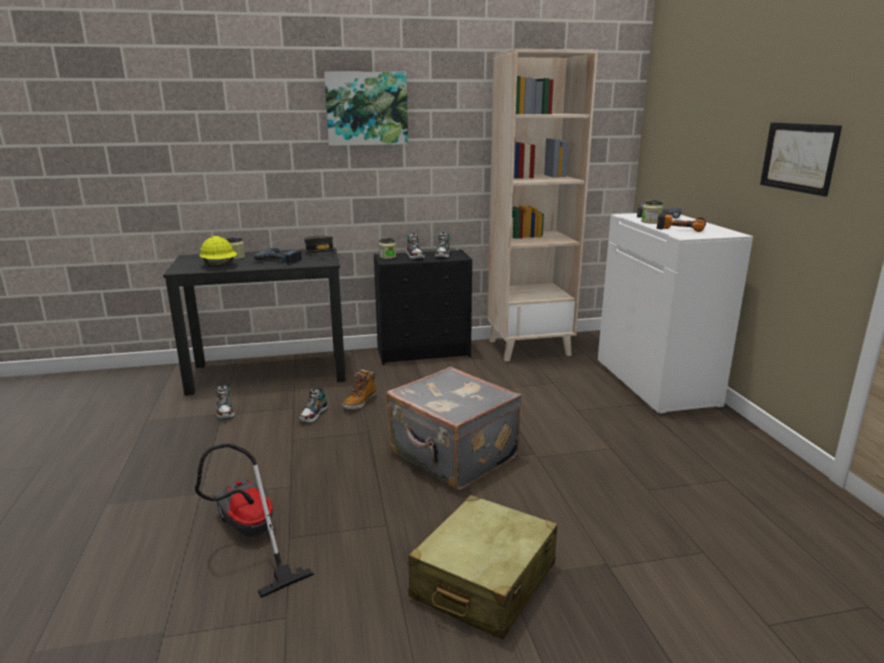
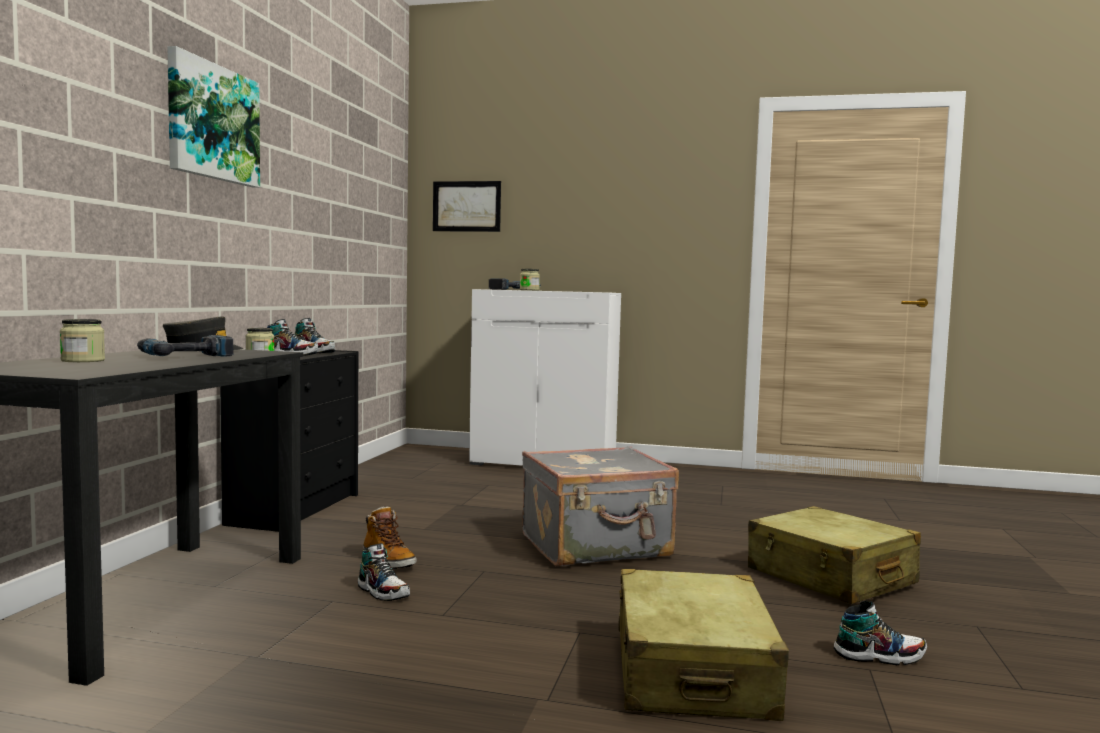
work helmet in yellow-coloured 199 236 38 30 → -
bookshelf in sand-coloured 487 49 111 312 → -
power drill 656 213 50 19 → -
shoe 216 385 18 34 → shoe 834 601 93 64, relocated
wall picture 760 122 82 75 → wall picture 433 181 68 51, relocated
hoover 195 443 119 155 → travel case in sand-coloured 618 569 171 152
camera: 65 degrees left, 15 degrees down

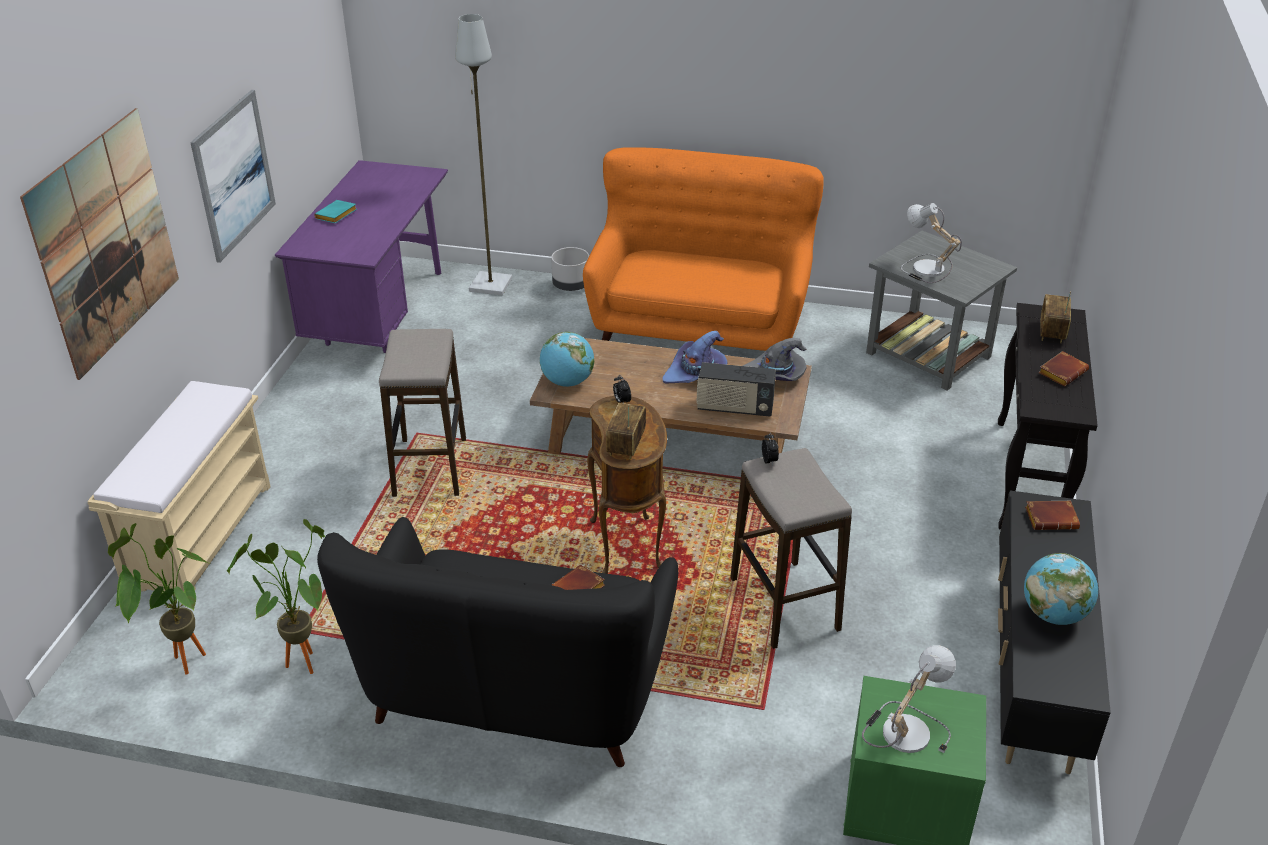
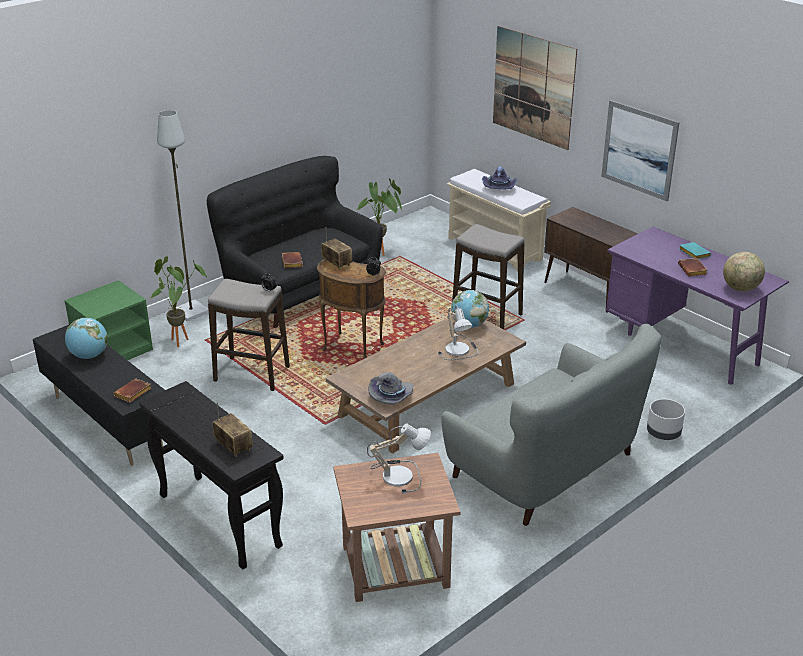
radio set 696 362 80 54 → -
- → storage cabinet in brown-coloured 544 207 94 106
- → desk globe 723 252 42 39
potted plant 108 523 102 152 → potted plant 151 256 56 91, relocated
standard lamp in greyish 455 14 57 282 → standard lamp in greyish 157 110 52 211, relocated
wearable hat in purple 662 331 65 53 → wearable hat in purple 482 167 35 23, relocated
lamp for a table 862 645 94 108 → lamp for a table 438 305 40 55, relocated
bound book in brown-coloured 1038 351 51 36 → bound book in brown-coloured 678 258 30 19, relocated
sofa in orangey 583 147 241 204 → sofa in greyish 441 324 220 202
side table in greyish 866 230 151 161 → side table in brown-coloured 333 453 127 149
camera: 125 degrees right, 5 degrees down

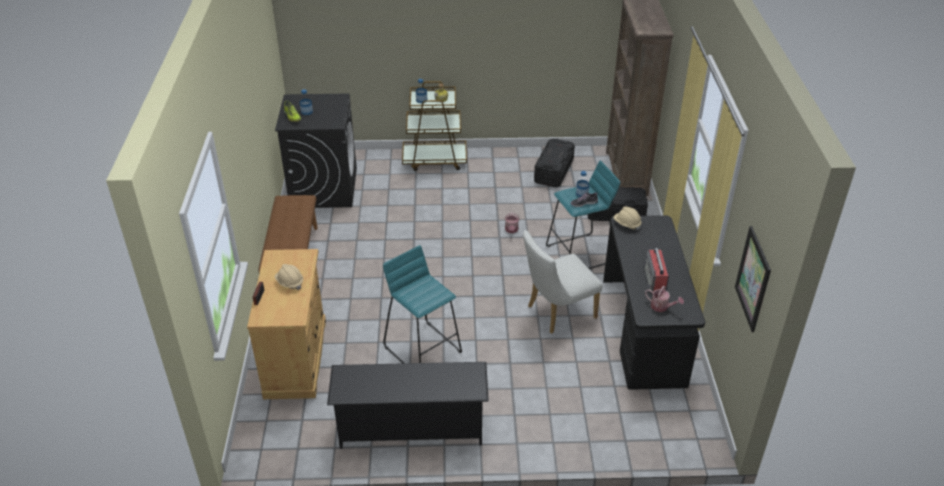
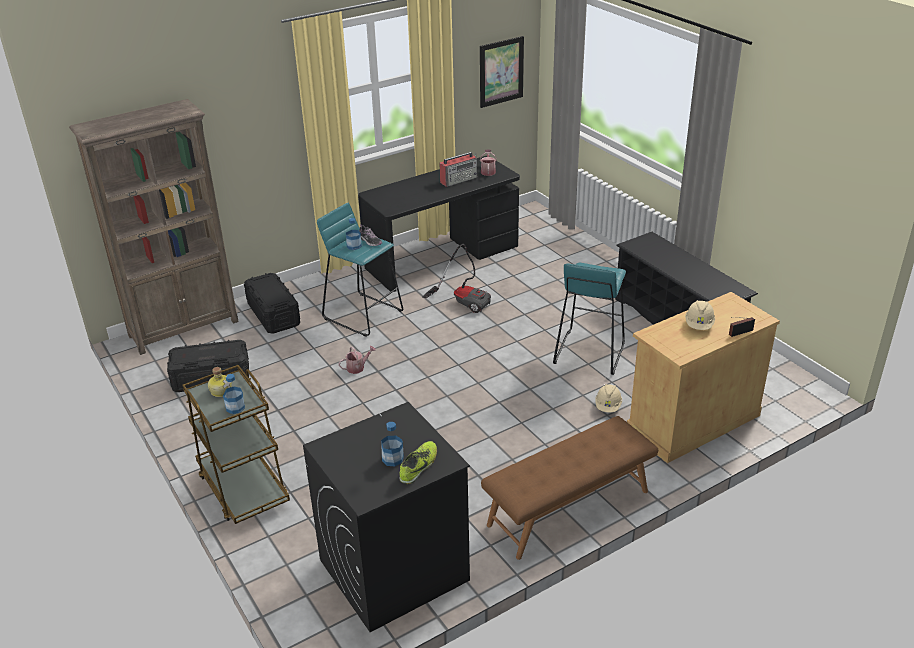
work helmet in sand-coloured 613 207 28 23 → work helmet in sand-coloured 595 384 27 29, relocated
plain chair in white 523 230 80 103 → hoover 423 244 68 69
camera: 120 degrees left, 5 degrees down

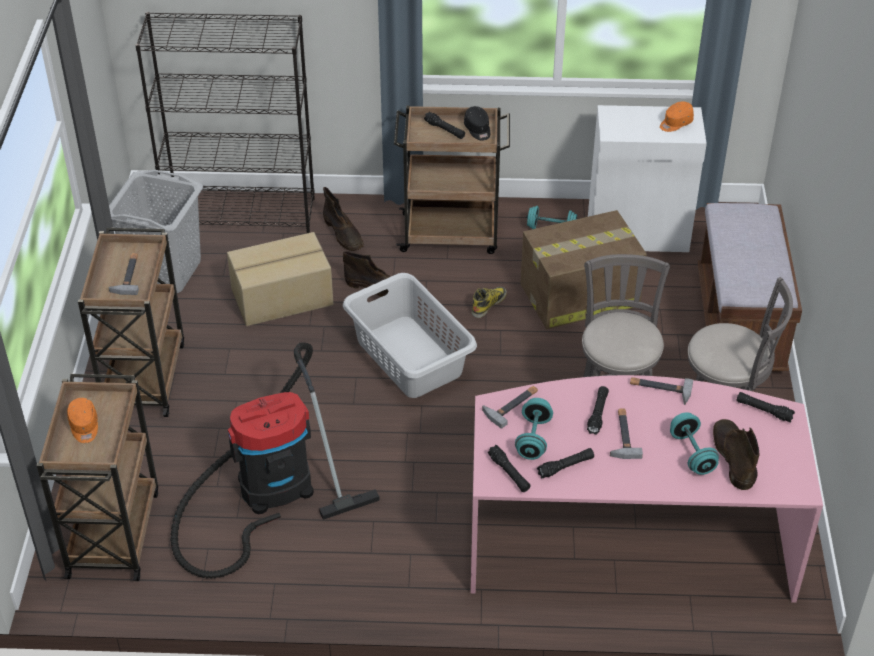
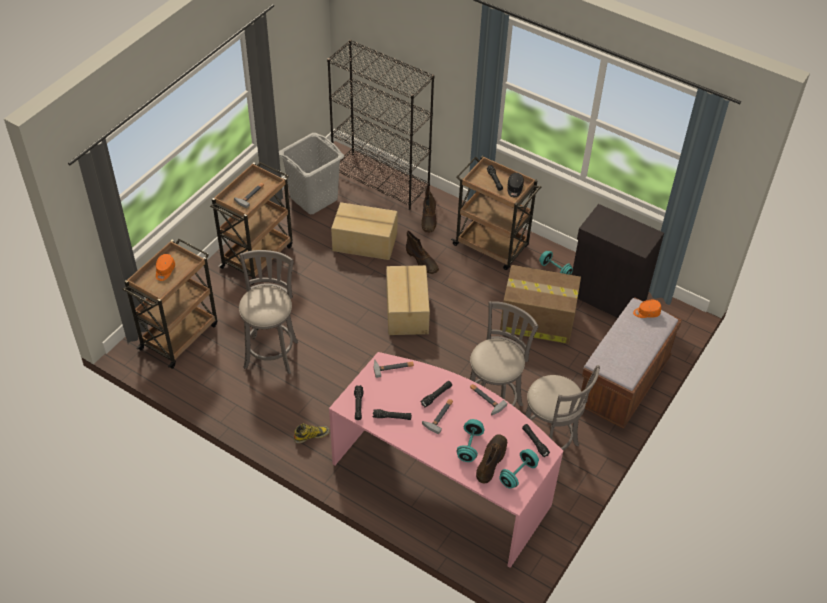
high-top boot 472 287 35 31 → high-top boot 294 423 36 20, relocated
dumbbell in blue-green 515 398 38 62 → dumbbell in blue-green 499 449 40 40, relocated
baseball cap in orangey 660 101 34 31 → baseball cap in orangey 633 300 28 18, relocated
hoover 170 343 210 236 → sitting stool in greyish 239 250 60 124
hamper in greyish 343 273 134 125 → carton 386 265 44 70
storage cabinet in white 588 105 119 147 → storage cabinet in black 572 204 92 114
camera: 30 degrees right, 5 degrees up

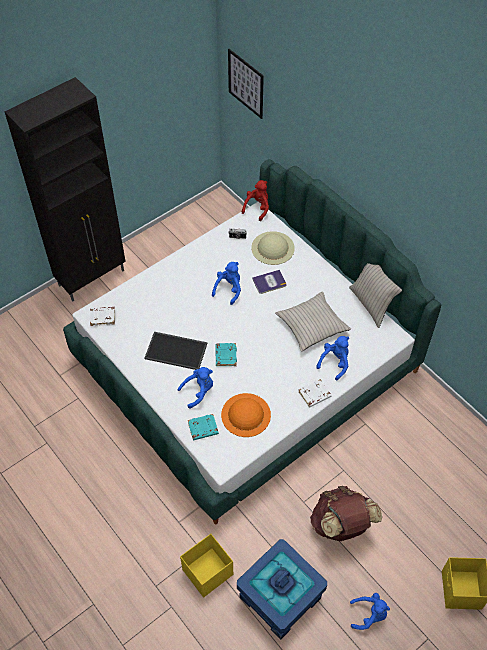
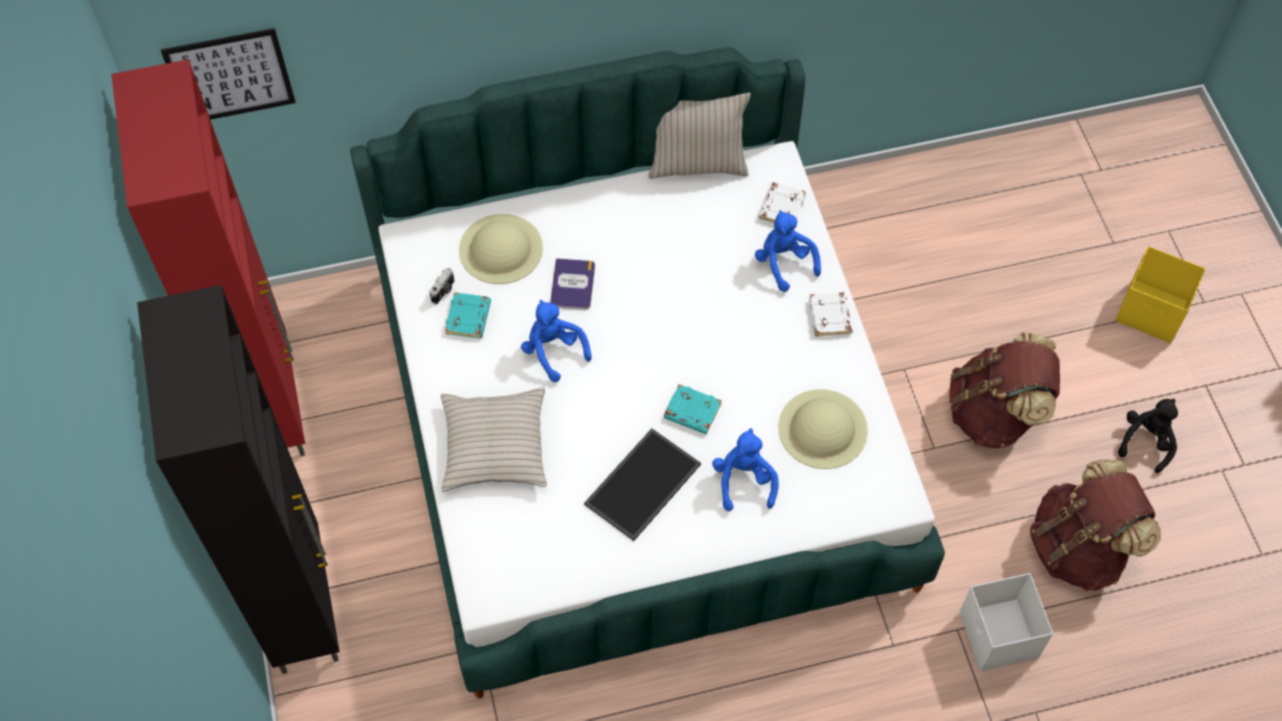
cuddly toy in reddish 242 180 27 41 → -
- → storage cabinet in reddish 111 59 194 397
bound book in white 90 306 25 20 → bound book in white 759 182 47 41, relocated
bound book in blue-green 188 414 31 27 → bound book in blue-green 445 292 46 46, relocated
cushion in sand-coloured 275 291 76 61 → cushion in sand-coloured 441 387 106 104, relocated
storage box in bluish 237 539 90 101 → rucksack in brown-coloured 1030 460 131 131
storage box in yellow-coloured 180 534 53 64 → storage box in white 960 573 93 98
wearable hat in orangey 221 393 50 44 → wearable hat in sand-coloured 778 389 90 80
cuddly toy in bluish 350 593 40 37 → cuddly toy in black 1118 399 60 74
camera: 65 degrees left, 5 degrees up

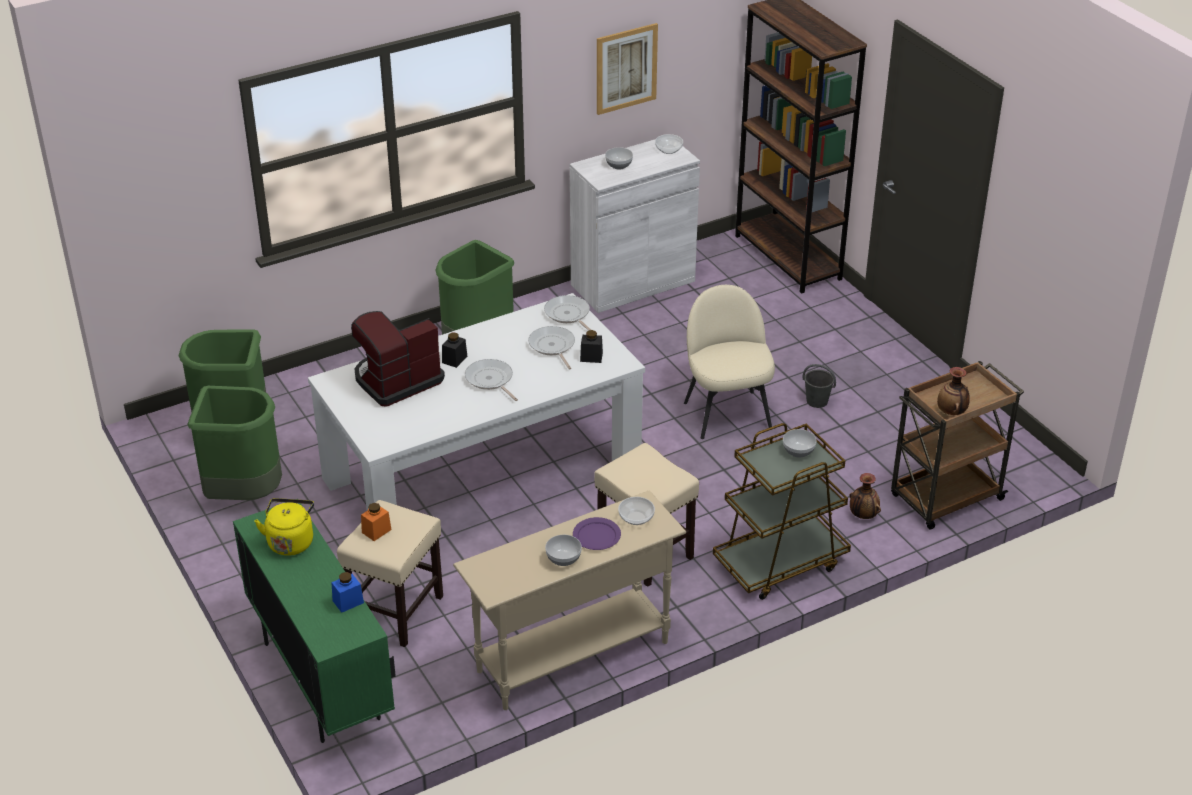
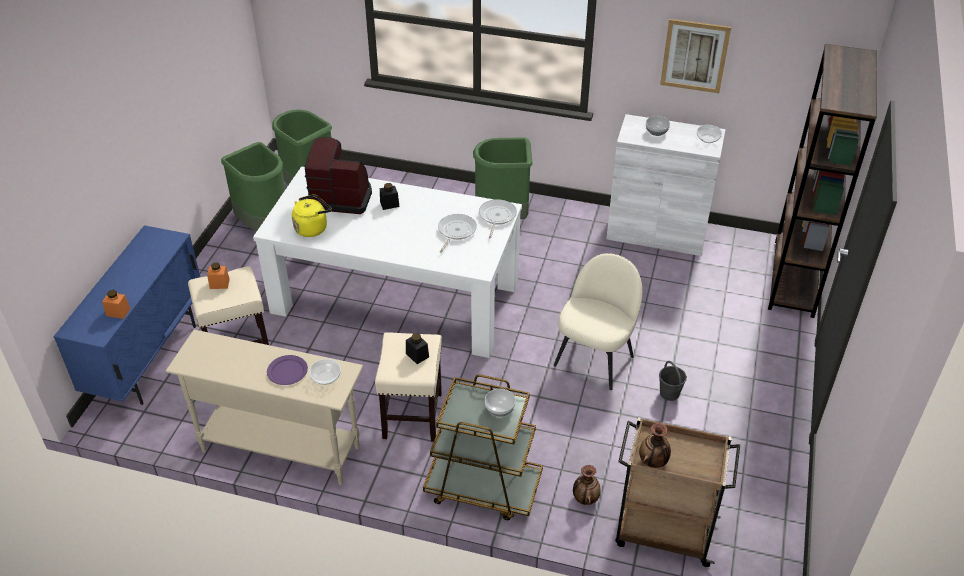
skillet 465 359 53 42 → -
deep dish 545 535 37 31 → -
water kettle in yellow-coloured 254 498 60 58 → water kettle in yellow-coloured 292 194 40 43, relocated
jar in black 580 330 23 33 → jar in black 406 333 23 31, relocated
storage cabinet in greenish 233 499 163 244 → storage cabinet in bluish 53 225 147 180
jar in bluish 331 572 33 41 → jar in orangey 102 290 28 29
camera: 45 degrees right, 5 degrees up

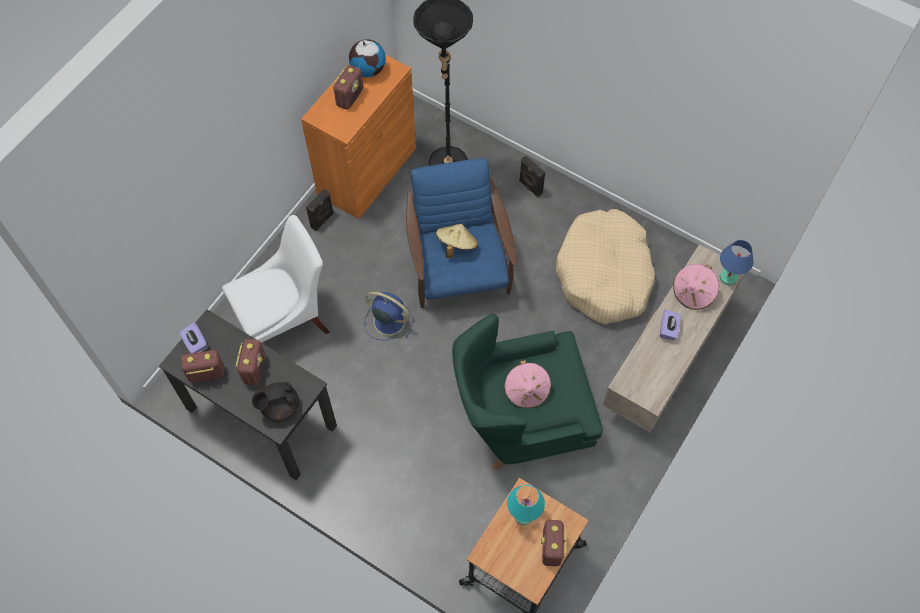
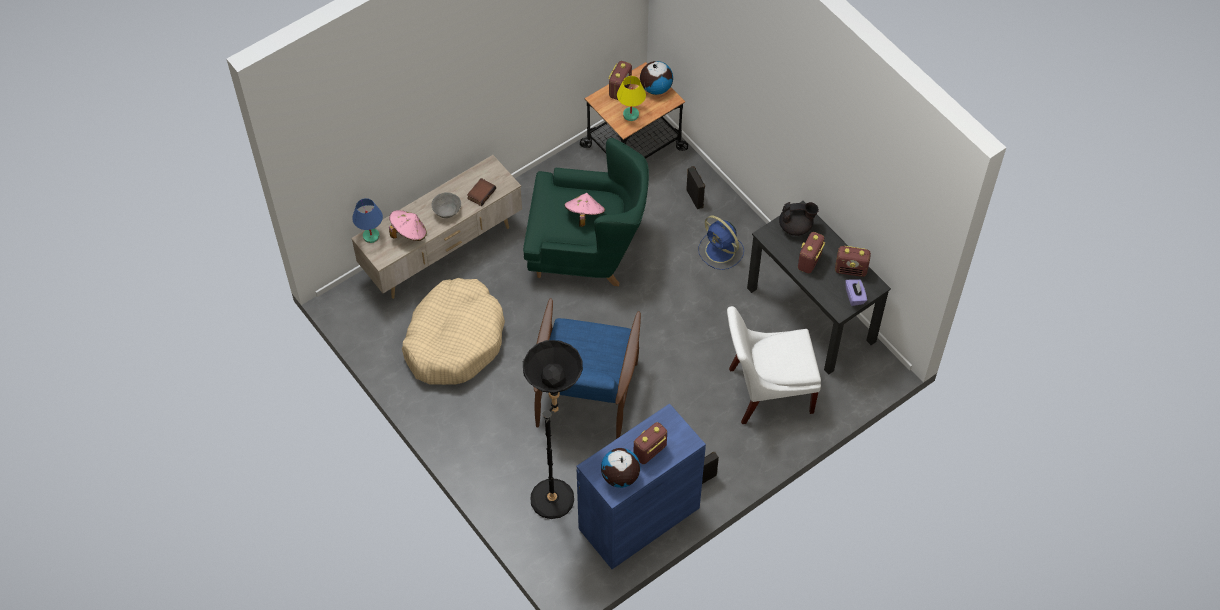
wearable hat in sand-coloured 436 224 42 34 → -
- → bound book 467 178 29 28
- → desk globe 640 61 33 34
fan in bluish 364 292 49 48 → fan in bluish 698 216 46 54, relocated
loudspeaker in black 519 156 26 41 → loudspeaker in black 686 166 19 43, relocated
box of tissues in purple 660 309 21 31 → deep dish in greyish 432 192 29 26
storage cabinet in orangey 301 55 115 164 → storage cabinet in bluish 576 403 130 166
lamp for a table in blue-green 507 485 38 40 → lamp for a table in yellow-coloured 617 76 29 45
camera: 160 degrees left, 5 degrees down

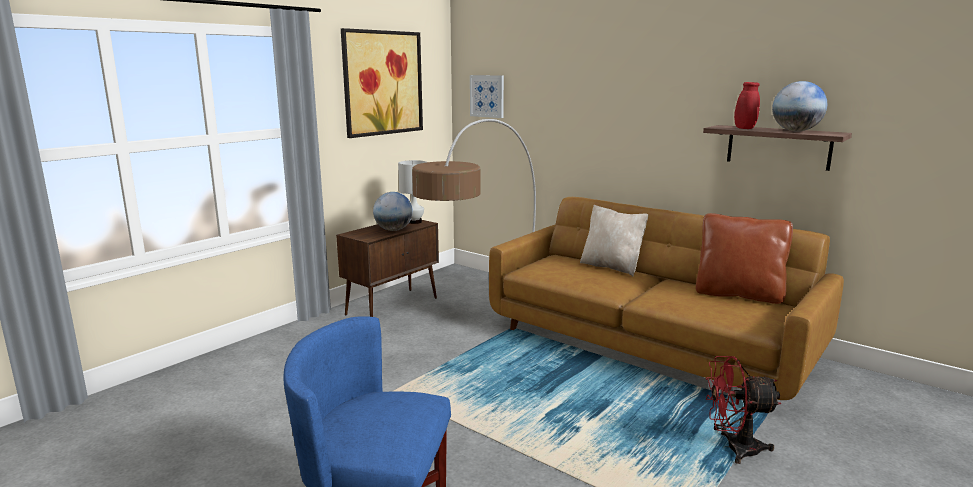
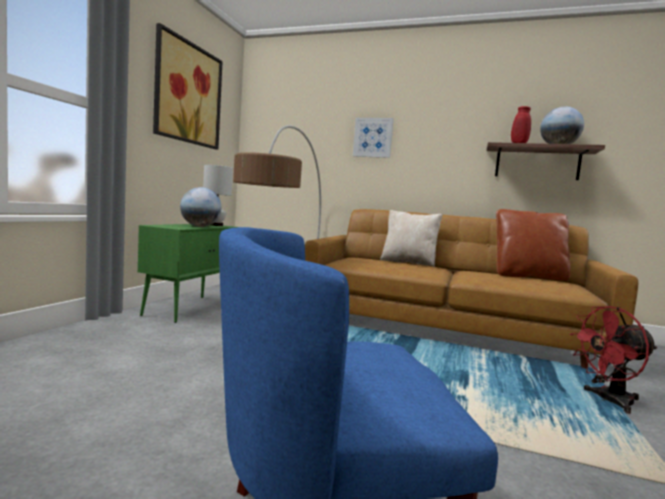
wall picture 470 75 34 43 → wall picture 353 118 40 40, relocated
storage cabinet in brown-coloured 336 220 103 97 → storage cabinet in greenish 138 224 99 99
camera: 20 degrees left, 10 degrees down

